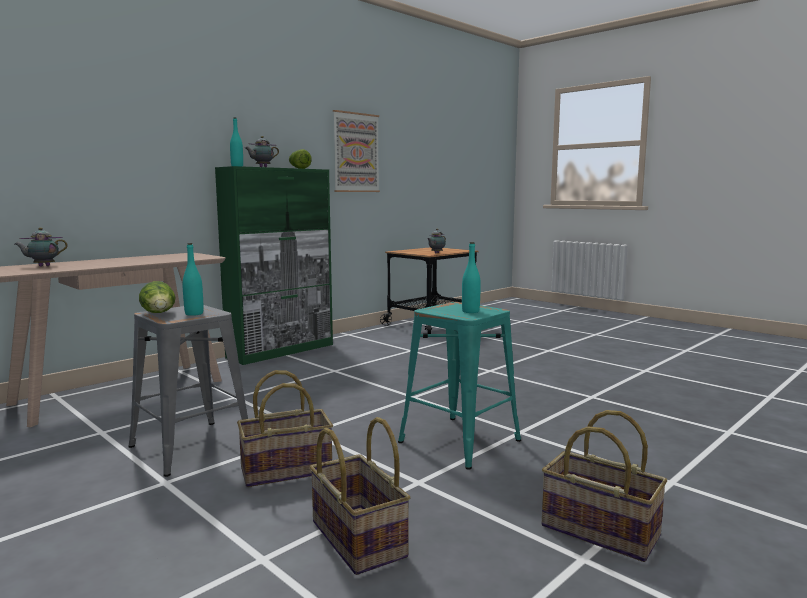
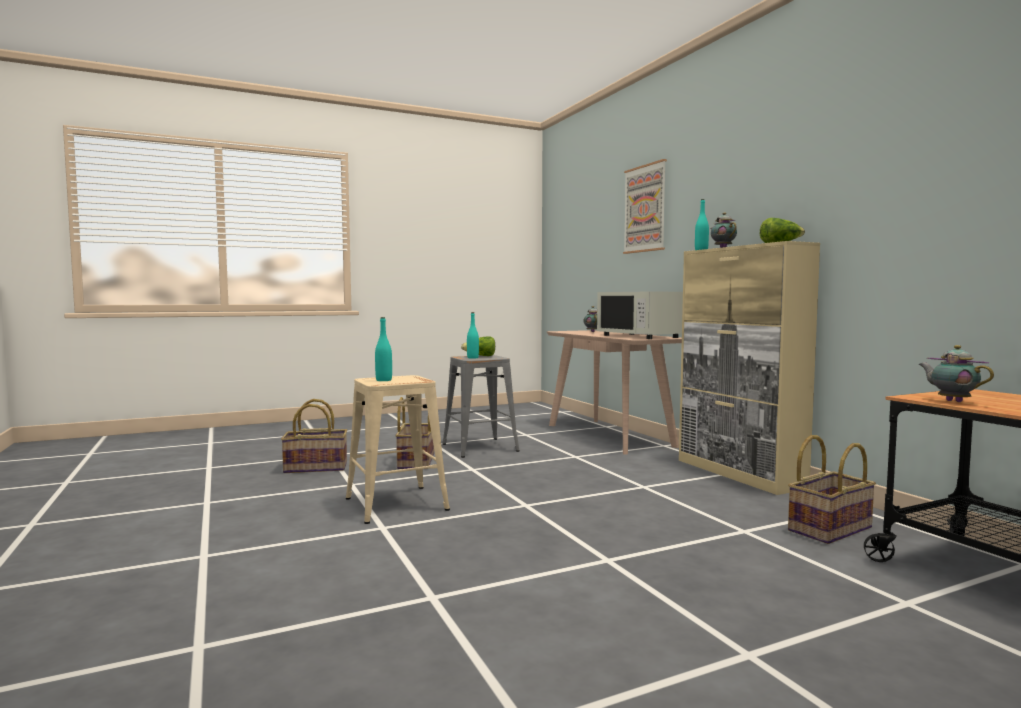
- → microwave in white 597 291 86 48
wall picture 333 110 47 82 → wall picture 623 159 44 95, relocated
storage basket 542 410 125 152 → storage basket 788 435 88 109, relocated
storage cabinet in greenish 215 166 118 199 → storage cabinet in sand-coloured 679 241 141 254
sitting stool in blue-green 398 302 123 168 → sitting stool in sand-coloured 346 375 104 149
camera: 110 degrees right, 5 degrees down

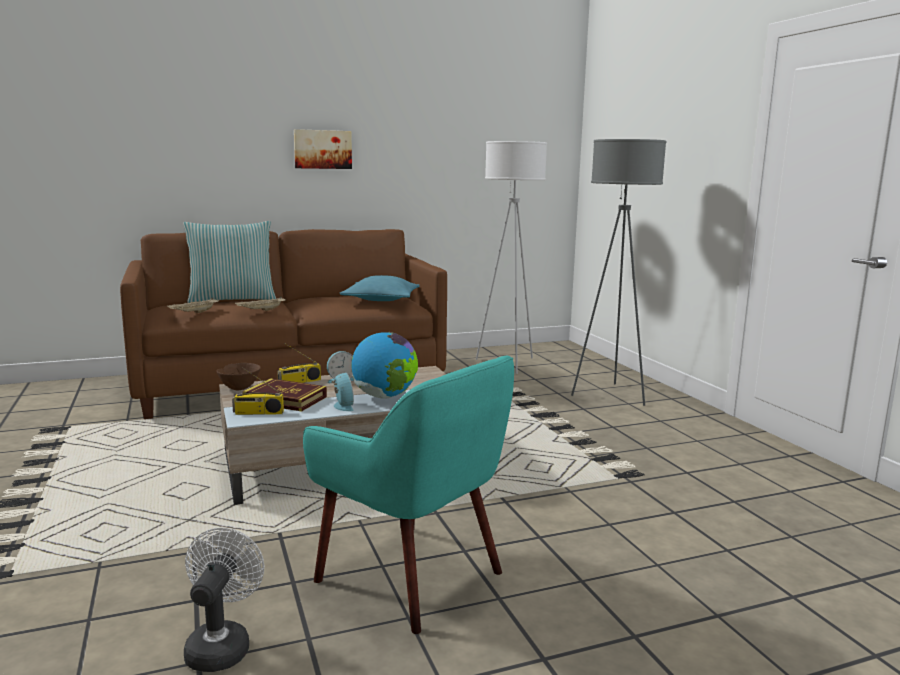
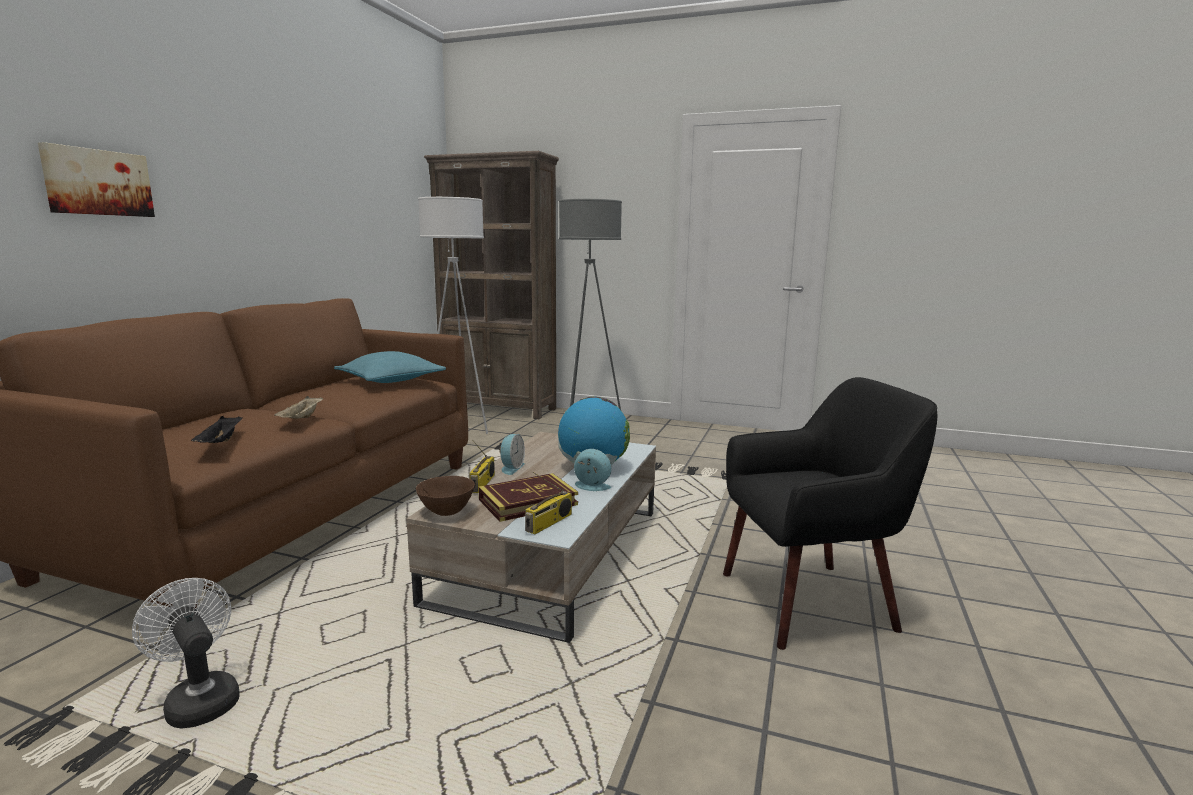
cushion 183 221 93 82 → -
- → bookshelf in brown-coloured 424 151 135 268
fan in white 184 528 81 144 → fan in white 132 578 108 151, relocated
wall picture 294 129 58 40 → wall picture 38 142 117 75, relocated
tray in sand-coloured 167 298 52 15 → tray in black 191 416 51 27
lounge chair in blue-green 303 356 211 278 → lounge chair in black 723 377 214 273
camera: 50 degrees left, 0 degrees up

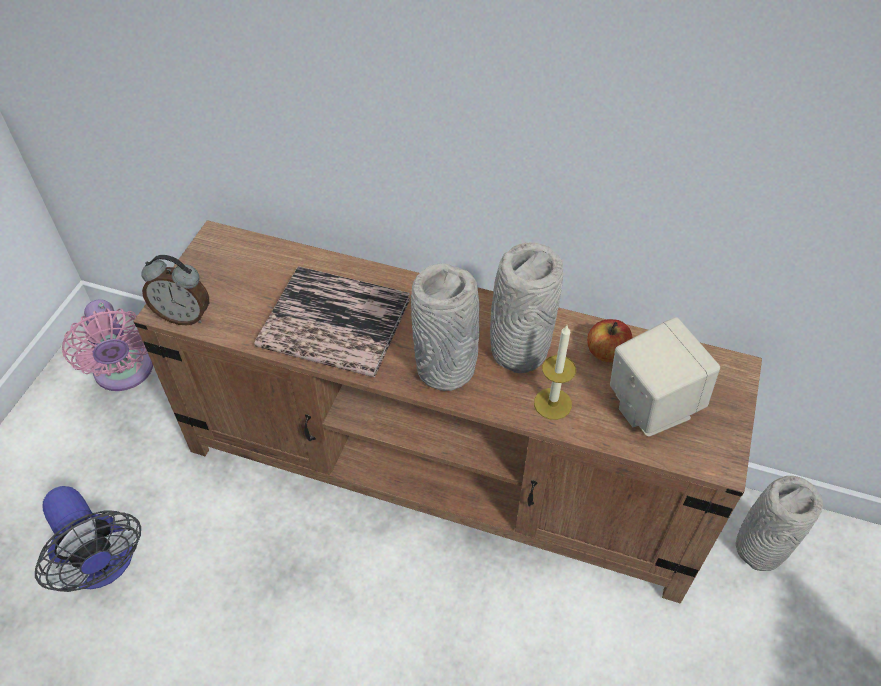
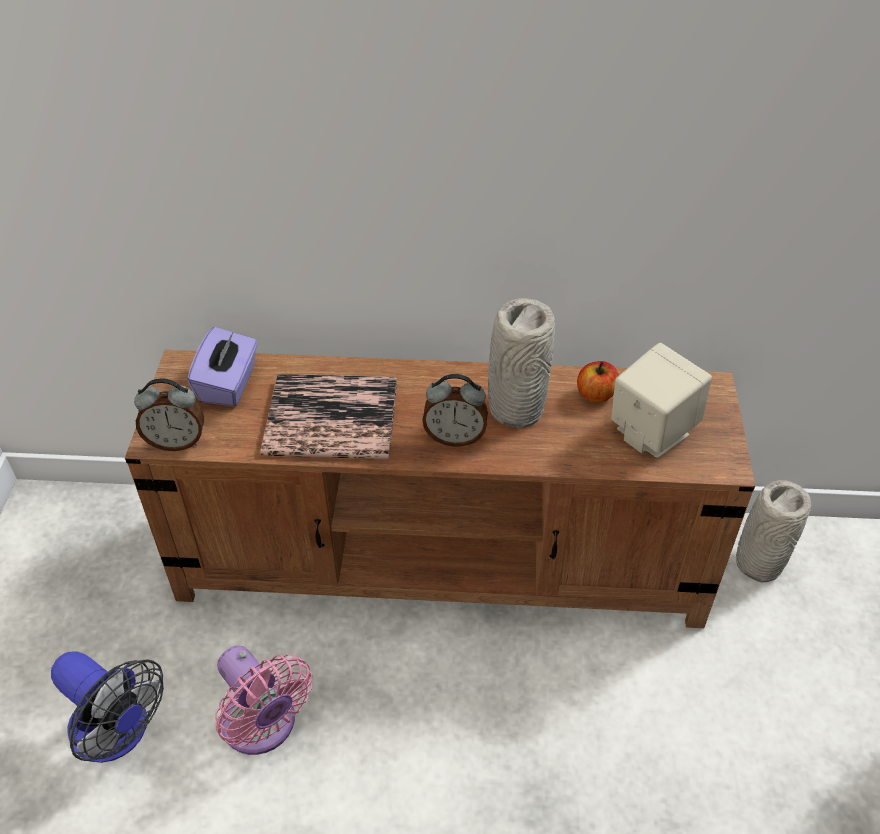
wax candle 534 325 42 95 → -
- → box of tissues in purple 187 327 71 79
fan in pink-coloured 62 299 91 92 → fan in pink-coloured 215 645 97 110, relocated
flower vase in greyish 411 263 69 128 → bedside clock 422 374 66 73
camera: 15 degrees left, 5 degrees down

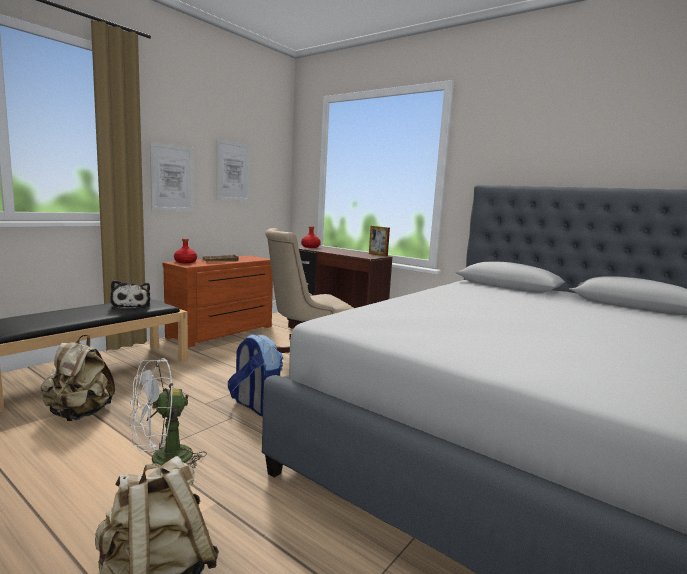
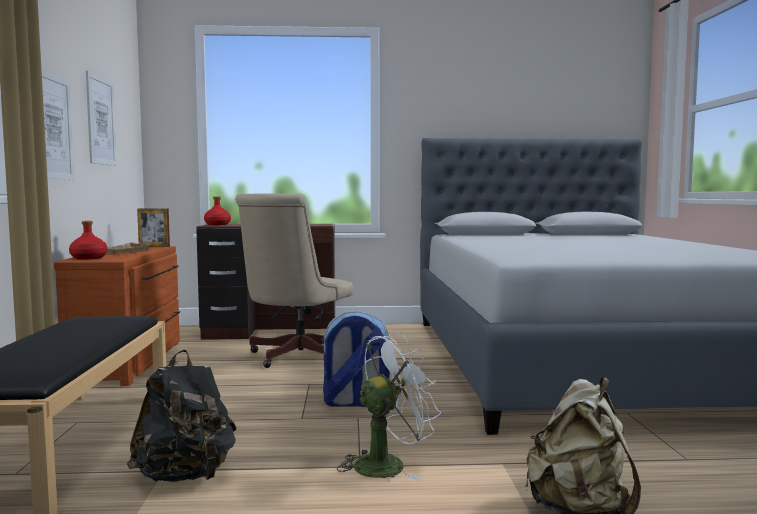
cuddly toy 110 280 40 30 → -
photo frame 369 226 21 30 → photo frame 137 208 33 39, relocated
rucksack in sand-coloured 41 335 74 86 → rucksack in black 126 350 111 132
fan in white 130 358 77 110 → fan in white 337 332 104 149, 135 degrees counterclockwise
camera: 40 degrees left, 5 degrees down

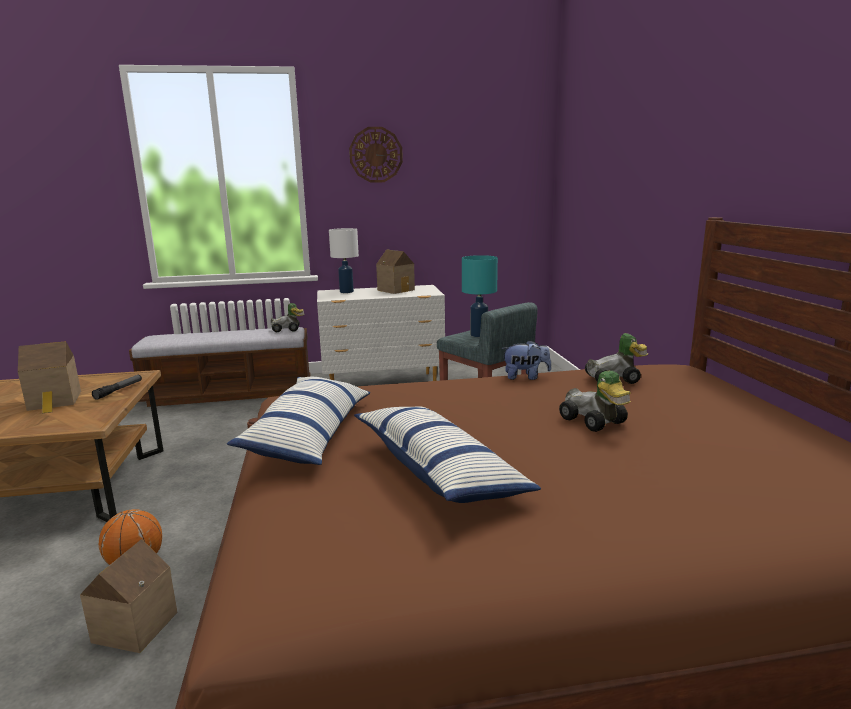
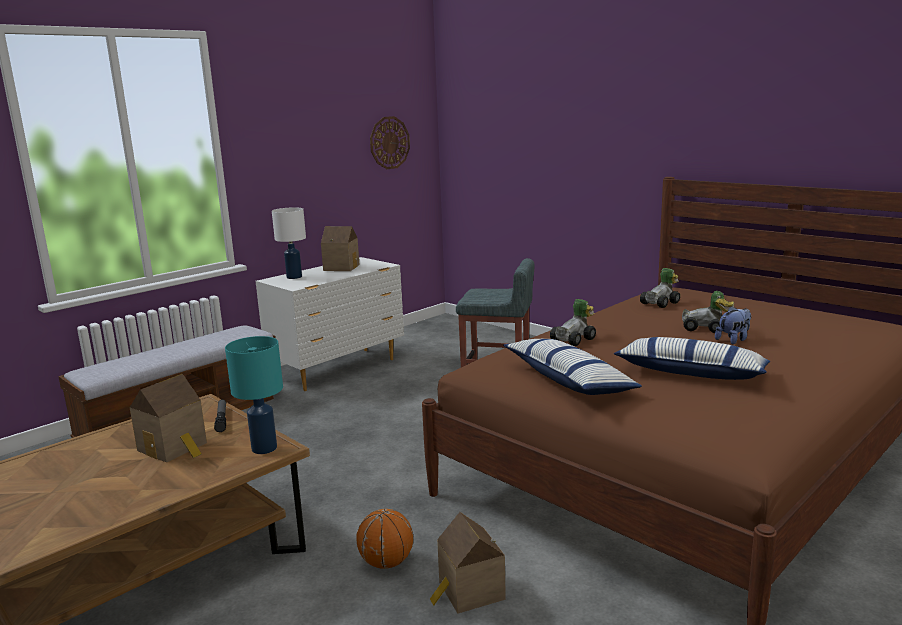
model car 271 303 34 29 → model car 550 299 46 47, relocated
hanging clock 349 127 54 56 → hanging clock 370 116 40 53, relocated
lamp for a table in blue-green 462 255 36 82 → lamp for a table in blue-green 225 336 58 118, relocated
cuddly toy 501 340 50 40 → cuddly toy 715 306 36 38, relocated
camera: 35 degrees left, 0 degrees up

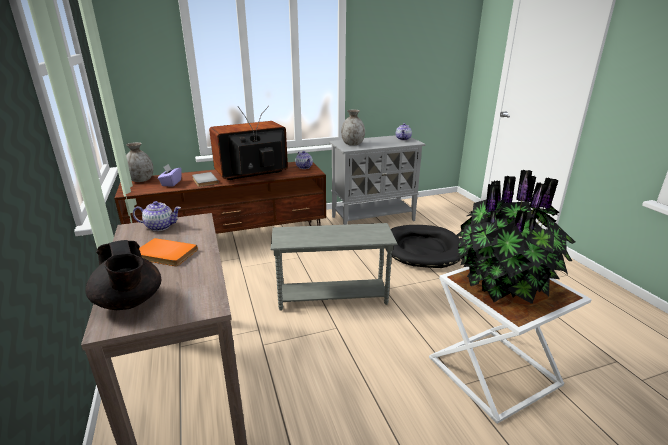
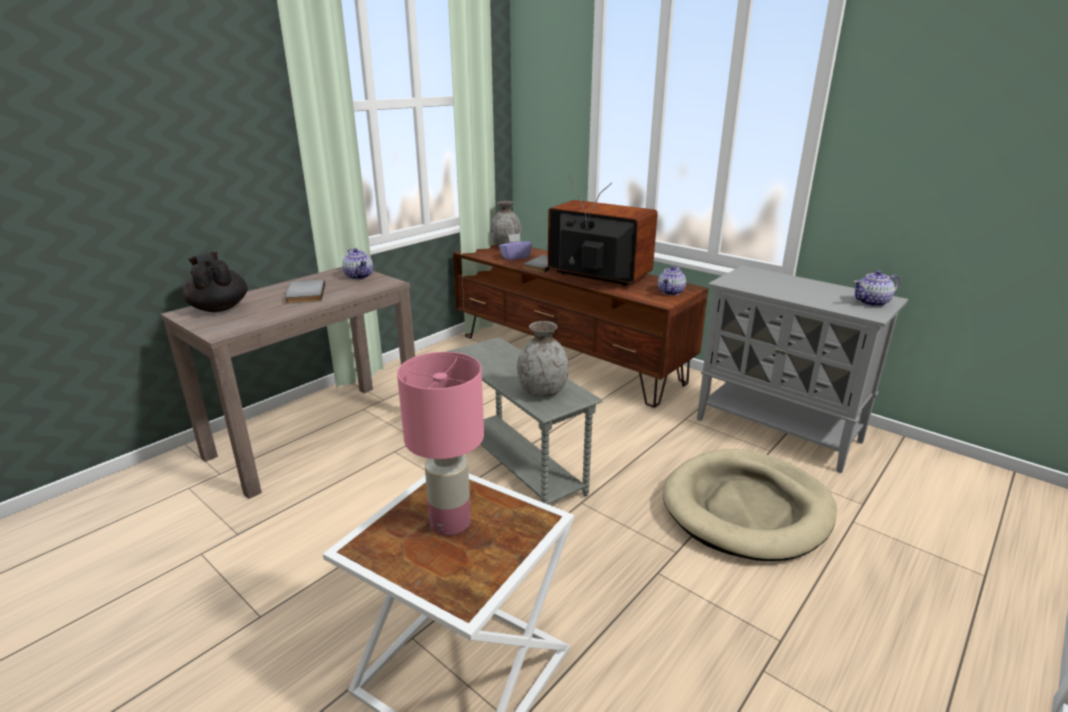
flower vase in greyish 341 110 24 35 → flower vase in greyish 517 321 52 77, relocated
potted plant 456 170 119 134 → lamp for a table in pink-coloured 397 352 87 184
bound book in orangey 139 238 59 28 → bound book in greyish 284 279 41 25
dog bed in black 386 225 77 43 → dog bed in sand-coloured 663 449 174 112
pot for tea in black 85 240 76 70 → pot for tea in black 183 251 65 61, 120 degrees clockwise
camera: 60 degrees right, 0 degrees up

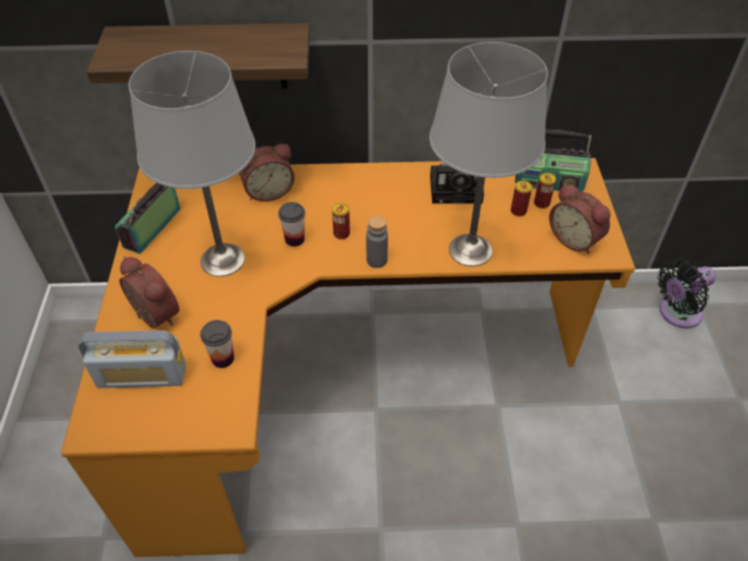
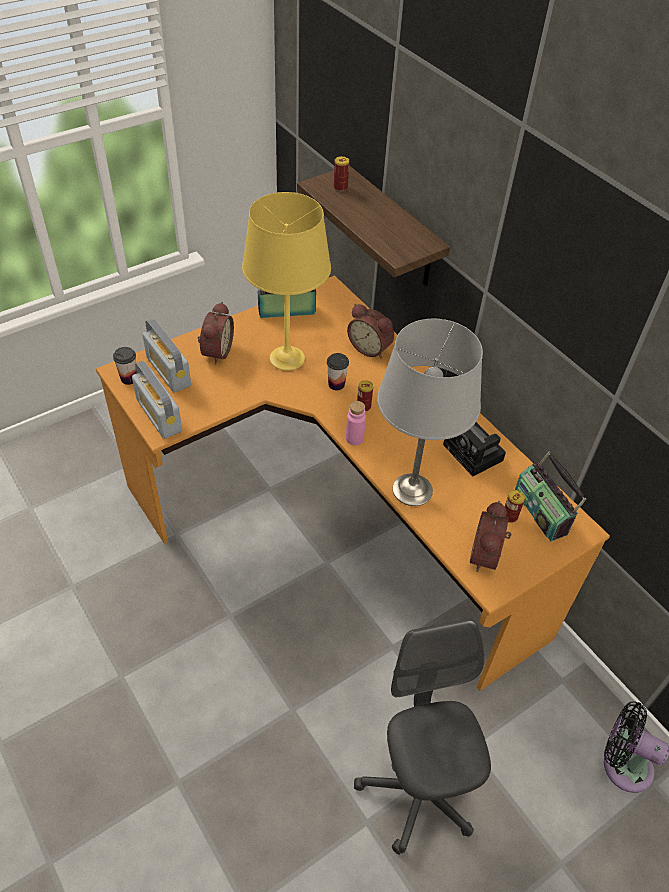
- → radio set 132 361 50 78
- → desk chair in greyish 354 619 137 236
cup 200 320 34 48 → cup 113 347 23 38, relocated
can 511 181 21 36 → can 334 156 15 35, relocated
lamp for a table in greyish 129 51 127 226 → lamp for a table in yellow-coloured 242 192 89 179
bottle in greyish 366 216 22 52 → bottle in pink-coloured 346 401 20 44
camera: 55 degrees right, 0 degrees up

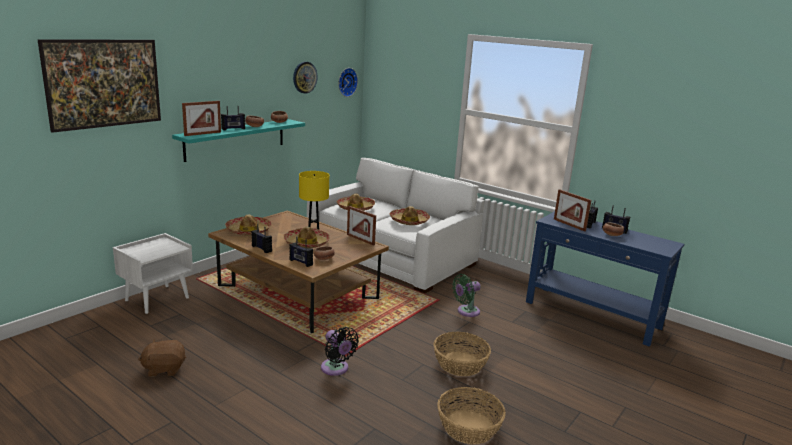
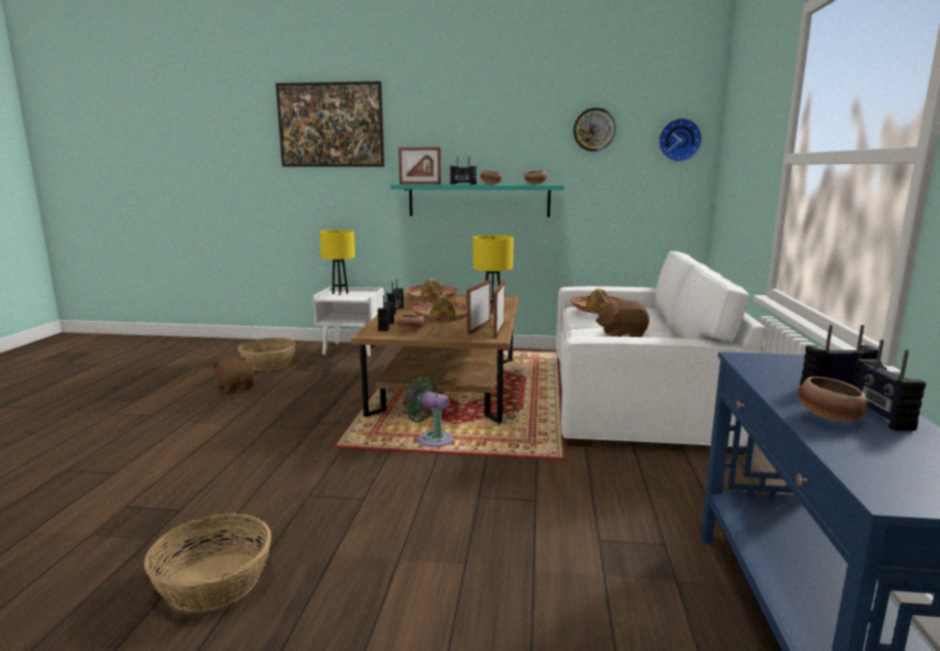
fan in black 321 327 38 49 → -
- → lamp for a table in yellow-coloured 320 230 35 65
storage basket 434 332 57 44 → storage basket 238 338 58 33, relocated
fan in greenish 452 274 29 43 → fan in greenish 404 375 49 72, relocated
photo frame 554 189 37 42 → photo frame 467 280 24 55, relocated
wearable hat 390 206 40 19 → cuddly toy in brown-coloured 596 301 53 36
camera: 60 degrees right, 5 degrees down

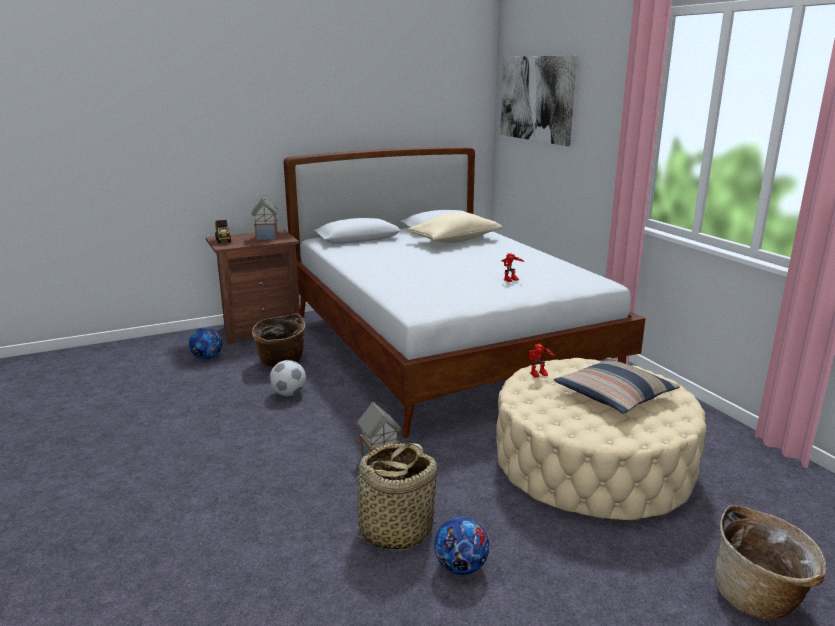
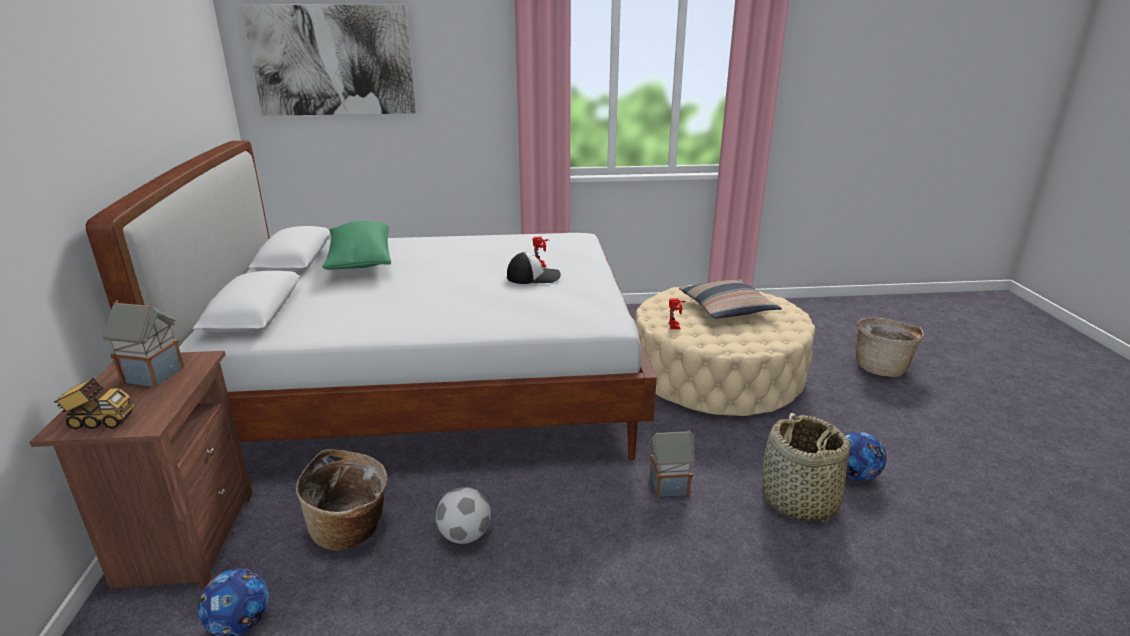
- → baseball cap 507 252 54 32
cushion in sand-coloured 408 212 95 31 → cushion in greenish 322 221 69 49
camera: 70 degrees left, 5 degrees up

